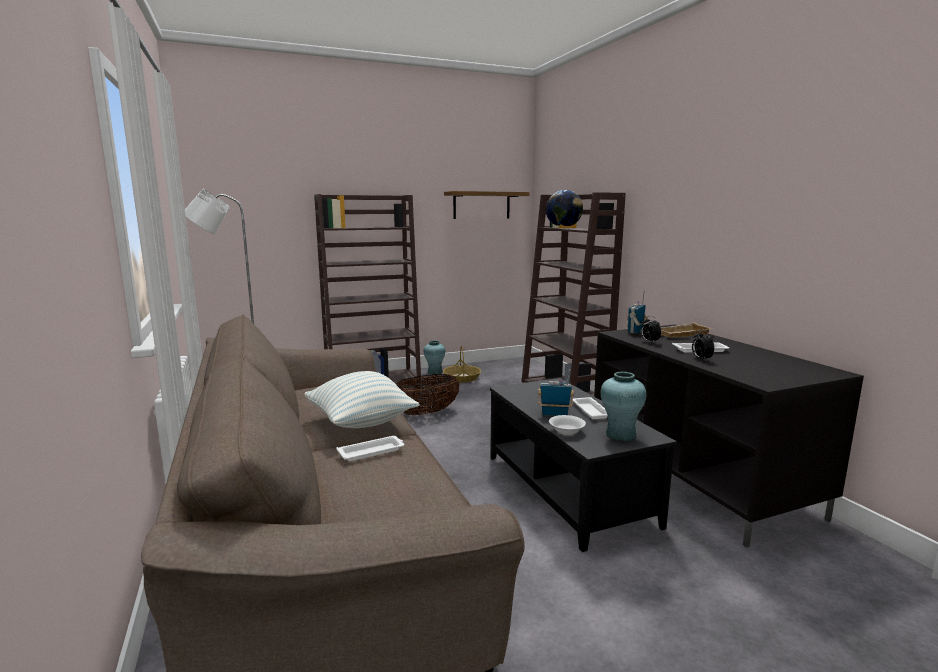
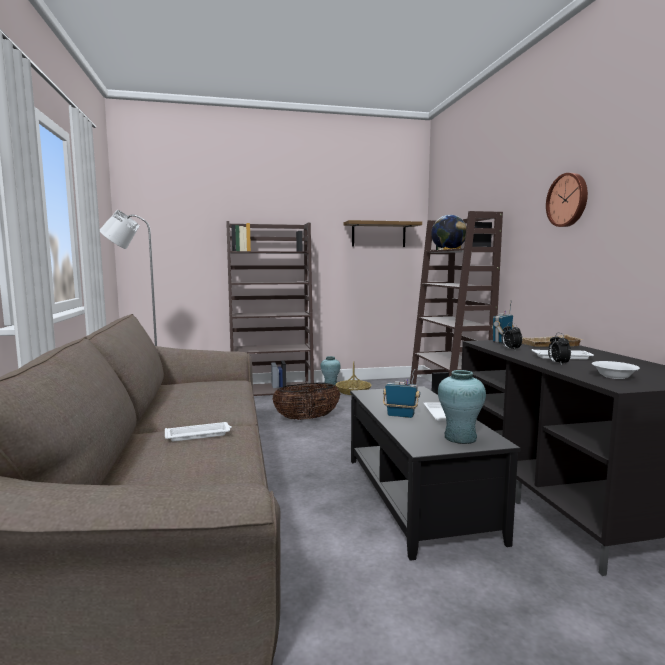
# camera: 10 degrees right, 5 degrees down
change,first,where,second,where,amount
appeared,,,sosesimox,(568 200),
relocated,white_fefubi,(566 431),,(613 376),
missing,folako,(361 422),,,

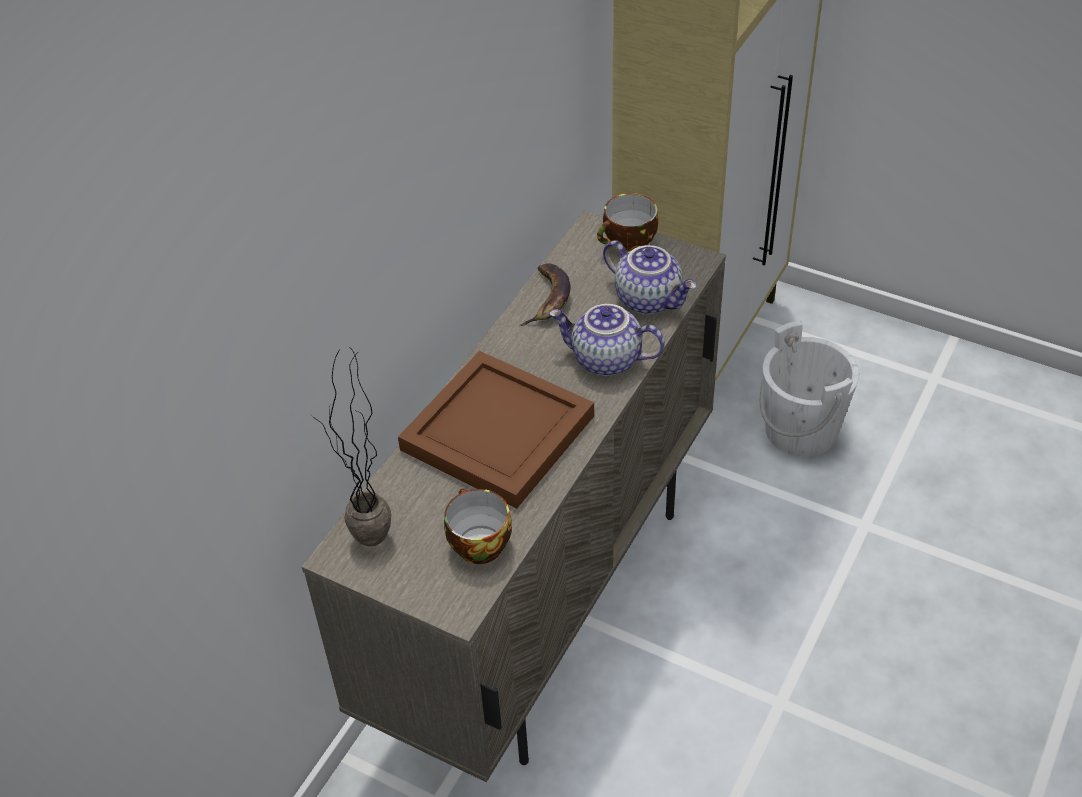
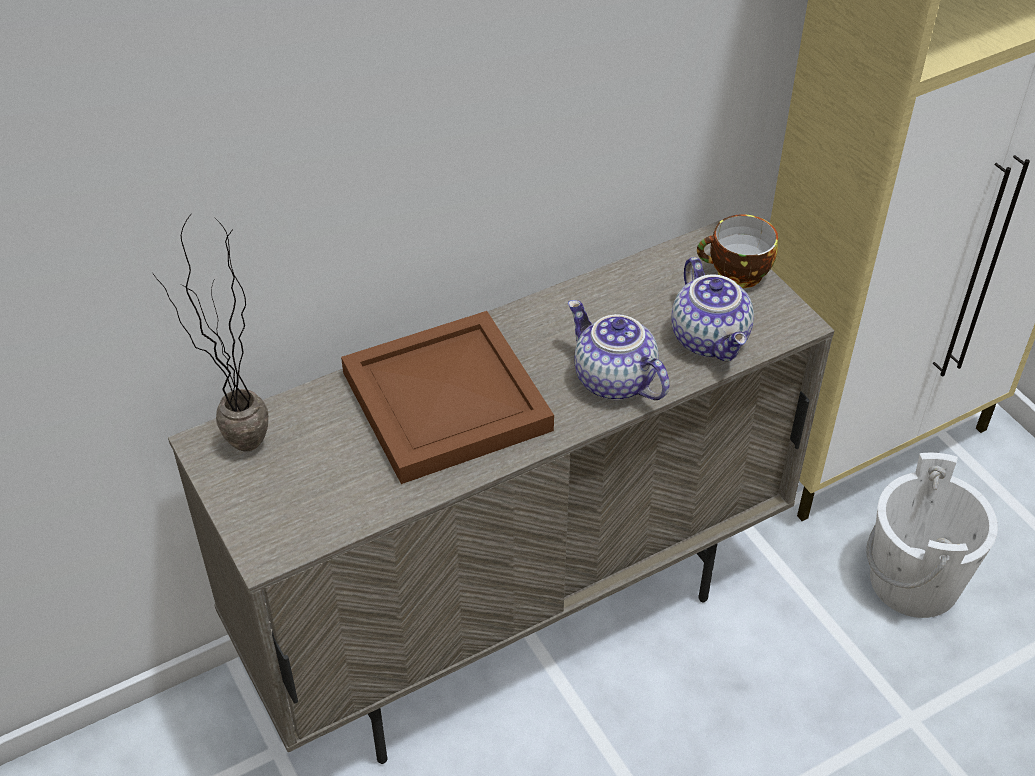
# camera: 30 degrees right, 0 degrees up
change,first,where,second,where,amount
missing,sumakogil,(477 544),,,
missing,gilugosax,(548 299),,,

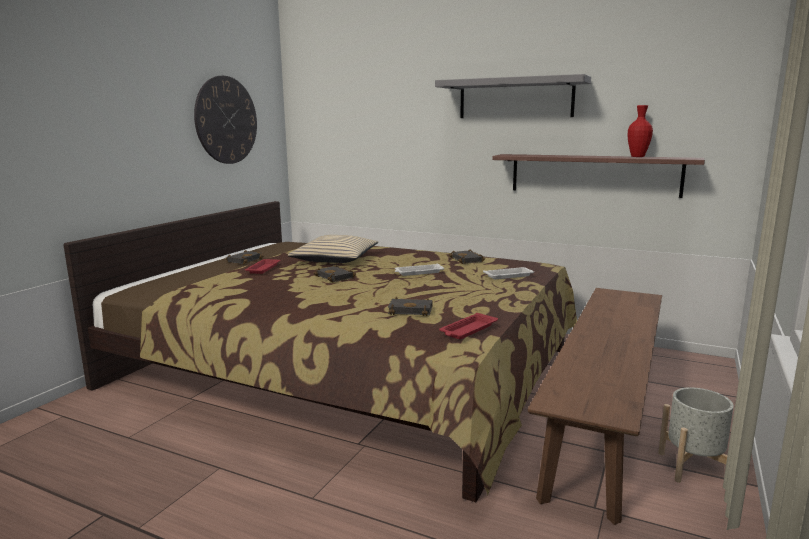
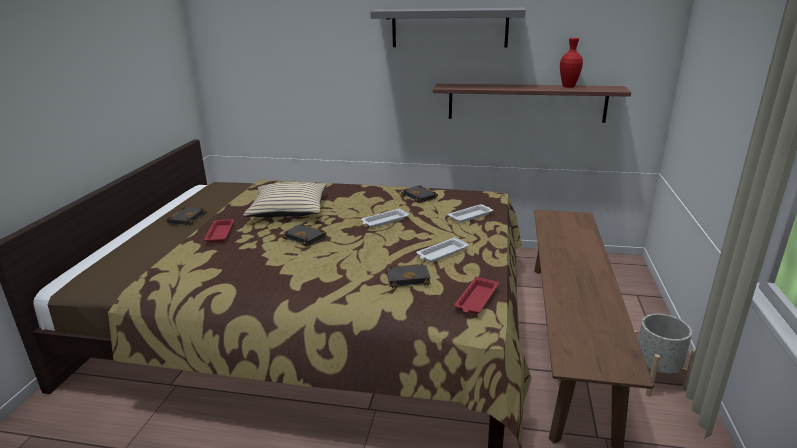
# camera: 15 degrees left, 10 degrees up
change,first,where,second,where,amount
appeared,,,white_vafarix,(441 253),
missing,sosesimox,(226 120),,,

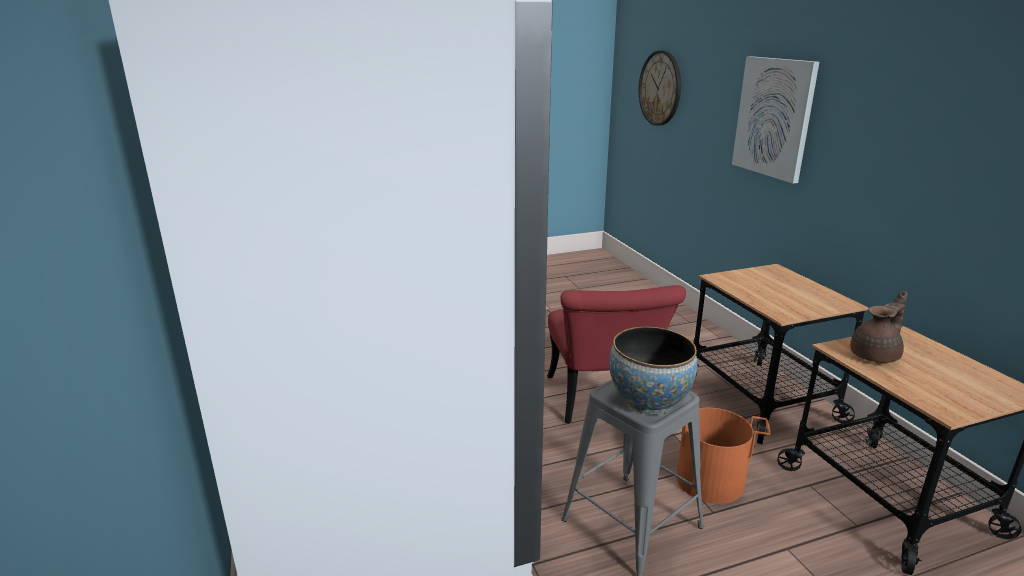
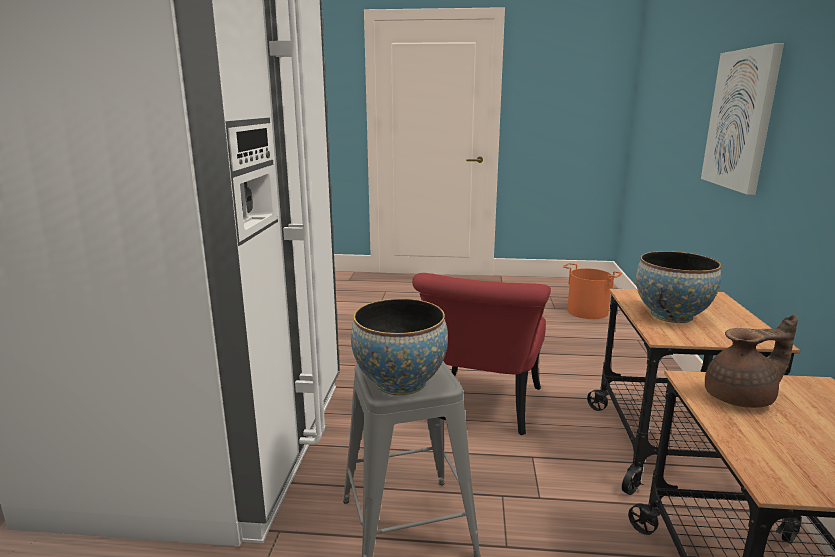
# camera: 25 degrees right, 5 degrees down
change,first,where,second,where,amount
relocated,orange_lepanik,(709 481),,(587 312),
appeared,,,fefubi,(671 315),
missing,sosesimox,(660 88),,,

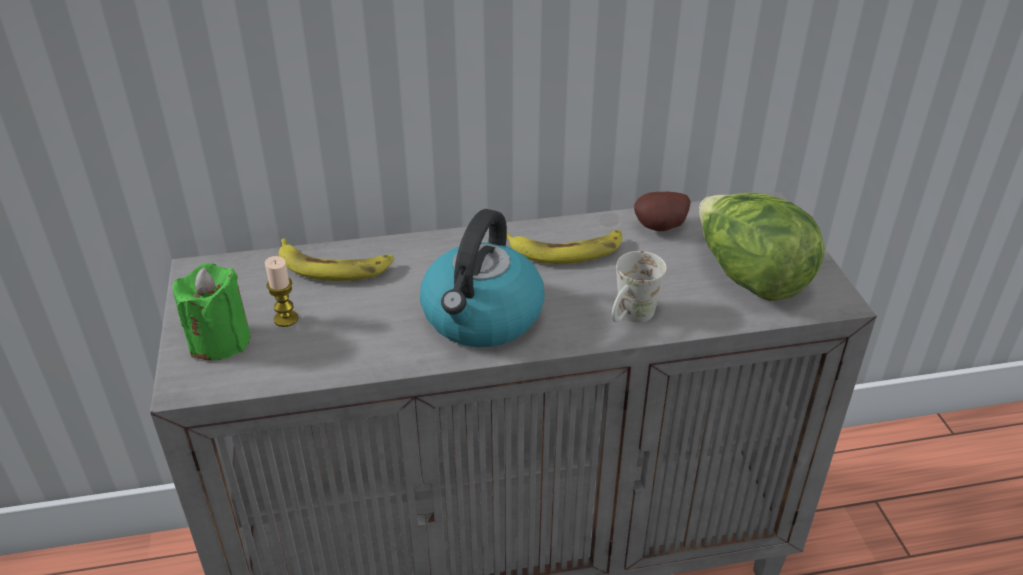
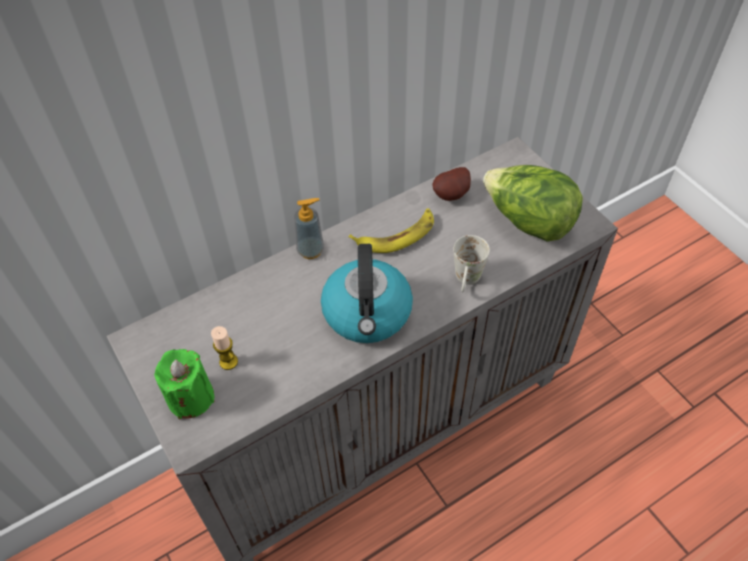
# camera: 20 degrees left, 15 degrees up
change,first,where,second,where,amount
appeared,,,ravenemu,(310 250),
missing,gilugosax,(334 266),,,

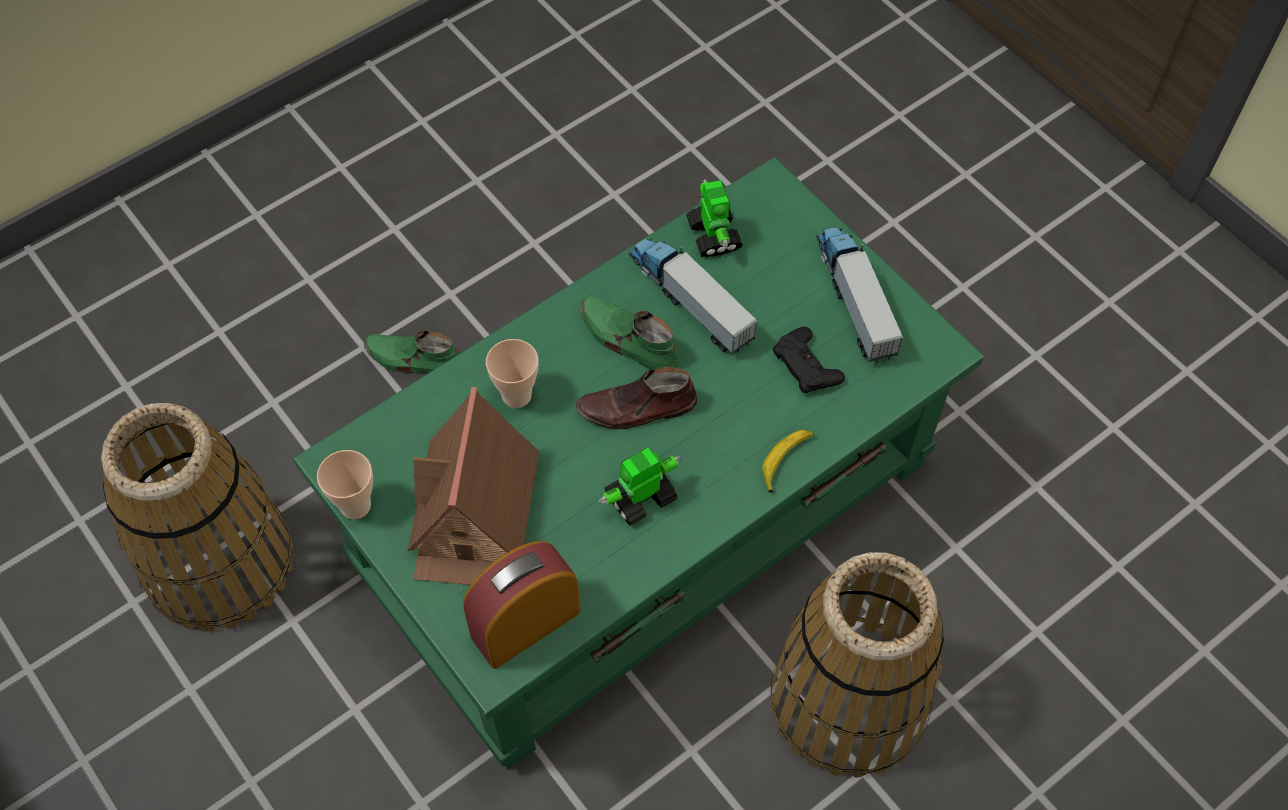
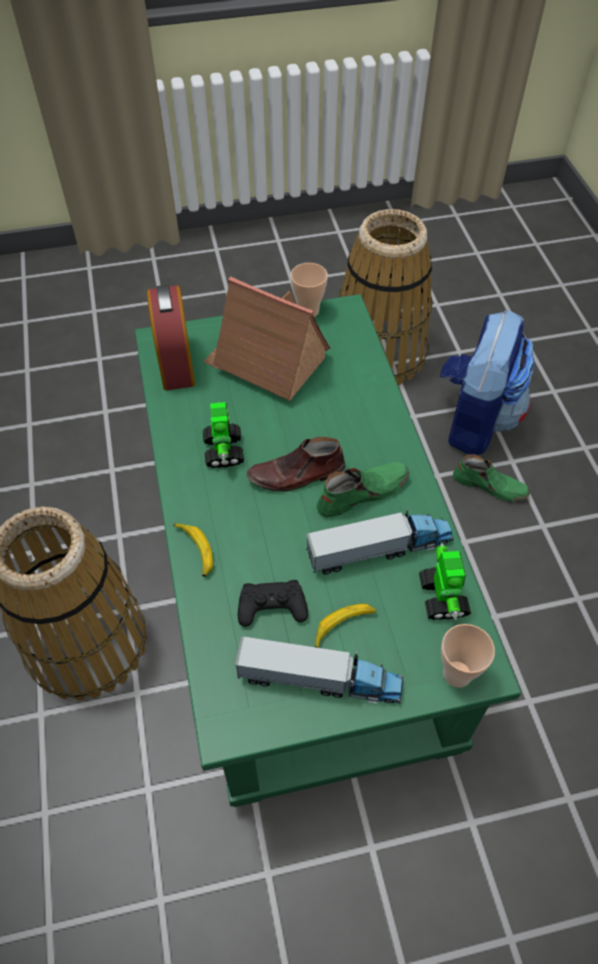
# camera: 115 degrees right, 5 degrees down
change,first,where,second,where,amount
spun,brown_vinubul,(637 409),,(296 475),120 degrees counterclockwise
appeared,,,gilugosax,(343 626),
spun,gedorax,(713 235),,(443 596),105 degrees counterclockwise
appeared,,,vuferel,(474 420),
relocated,sumakogil,(516 395),,(457 674),
spun,green_vinubul,(413 359),,(490 485),75 degrees clockwise

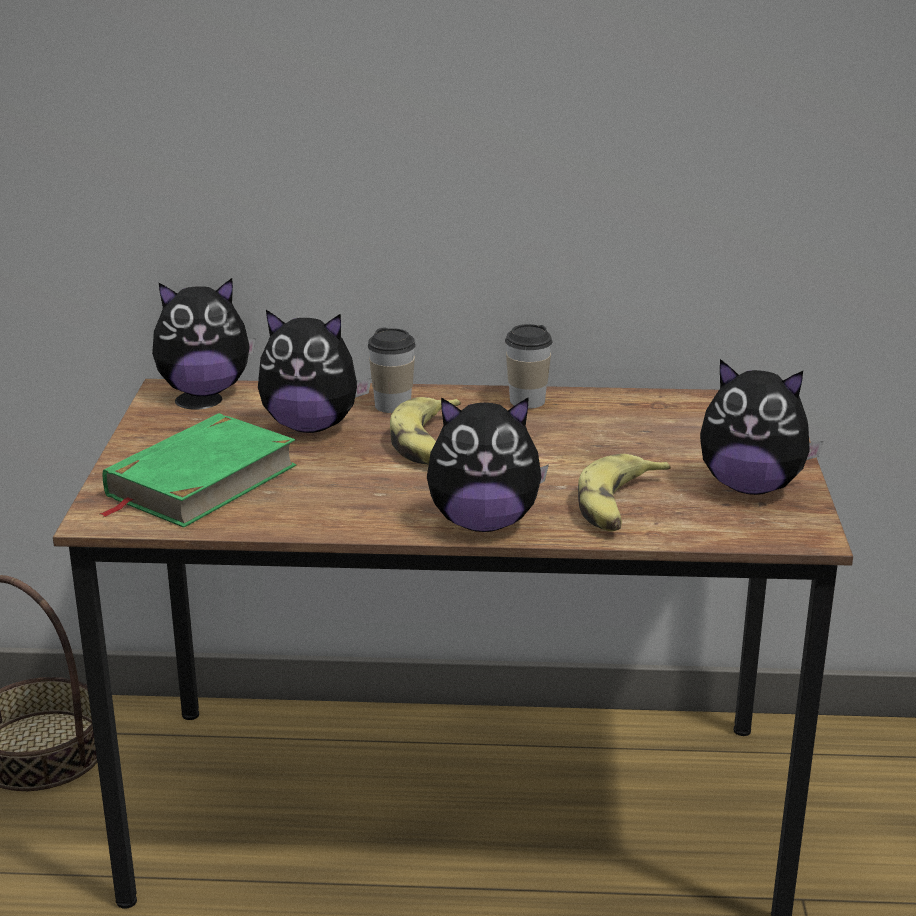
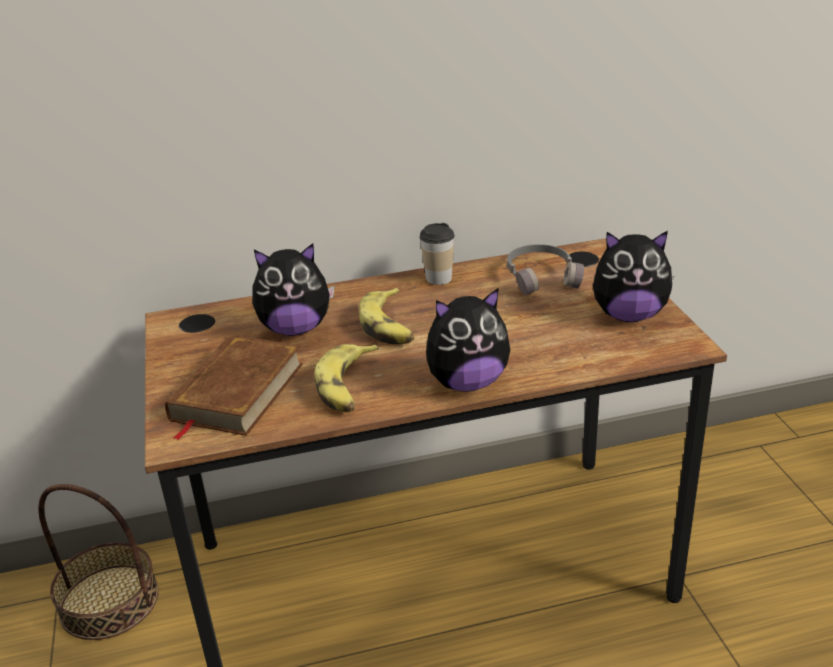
# camera: 15 degrees left, 5 degrees up
change,first,where,second,where,amount
colour,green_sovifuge,(200 480),brown_sovifuge,(237 392),
relocated,gilugosax,(619 506),,(347 387),
appeared,,,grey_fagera,(542 277),
missing,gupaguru,(204 390),,,
missing,sumakogil,(392 405),,,

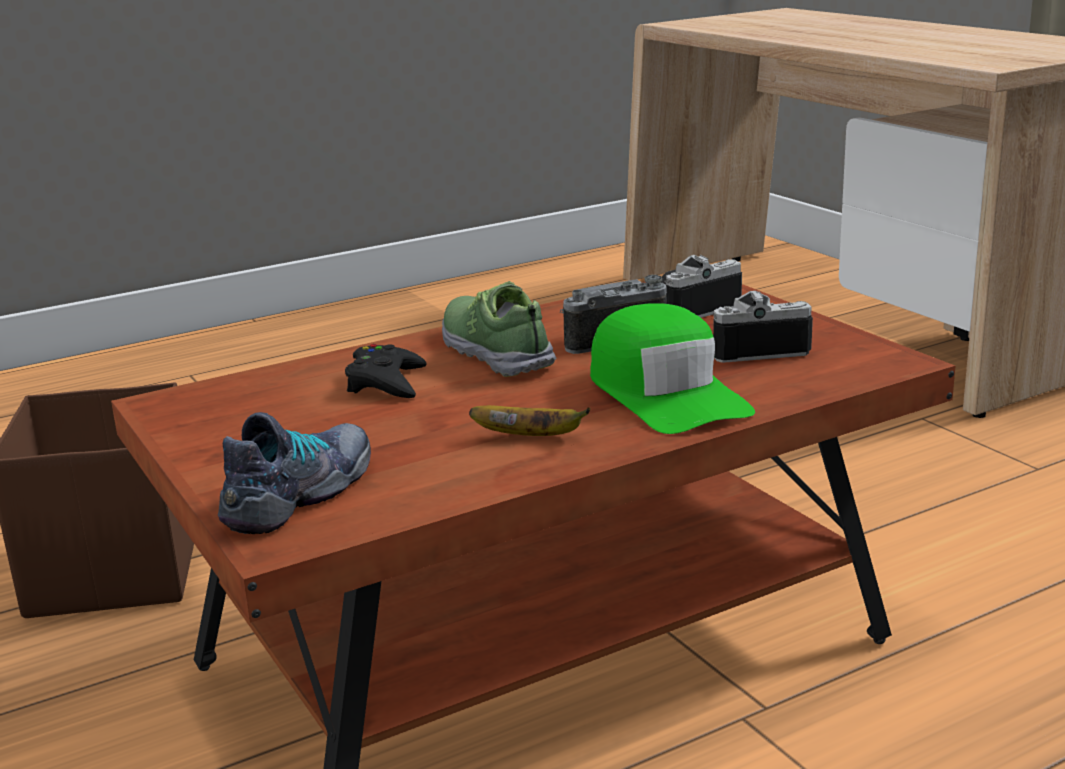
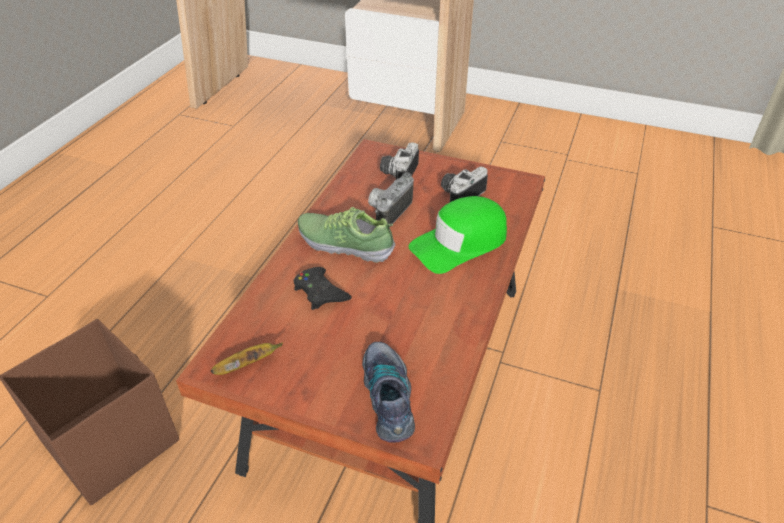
# camera: 40 degrees left, 20 degrees up
change,first,where,second,where,amount
relocated,gilugosax,(531 437),,(247 365),
spun,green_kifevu,(665 393),,(460 243),120 degrees clockwise

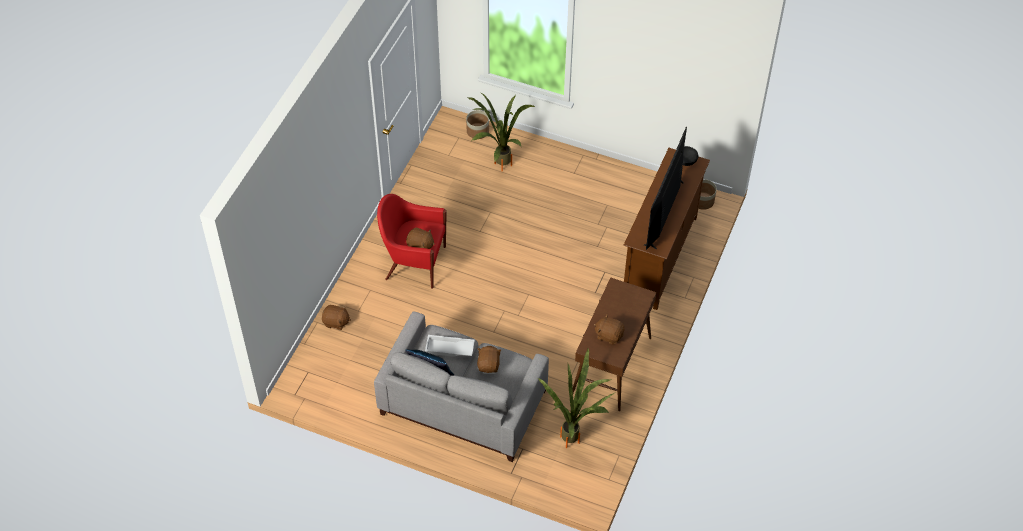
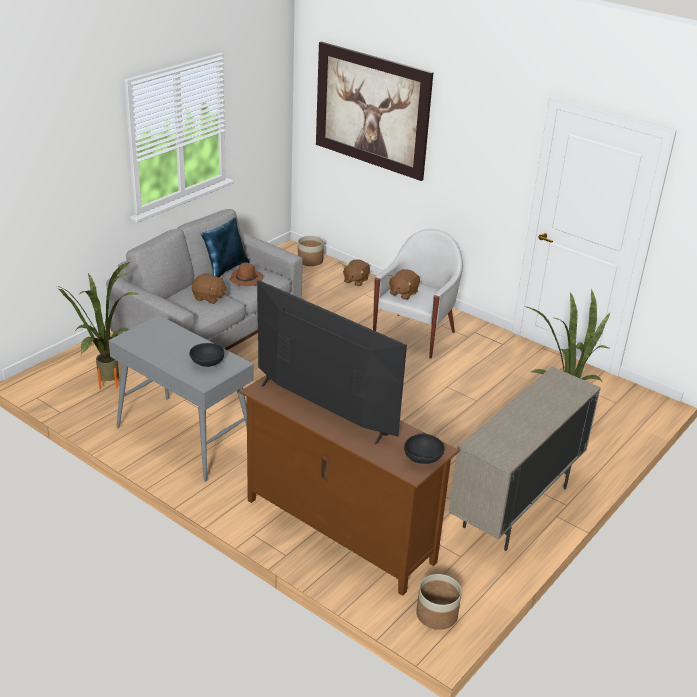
# camera: 105 degrees right, 20 degrees down
change,first,where,second,where,amount
colour,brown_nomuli,(611 366),grey_nomuli,(184 438),
appeared,,,black_fefubi,(207 363),
exchanged,white_vafarix,(449 349),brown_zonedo,(246 279),
relocated,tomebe,(477 131),,(310 261),
appeared,,,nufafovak,(372 110),
colour,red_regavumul,(414 262),white_regavumul,(415 335),
appeared,,,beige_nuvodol,(515 507),
missing,brown_gupaguru,(609 335),,,

